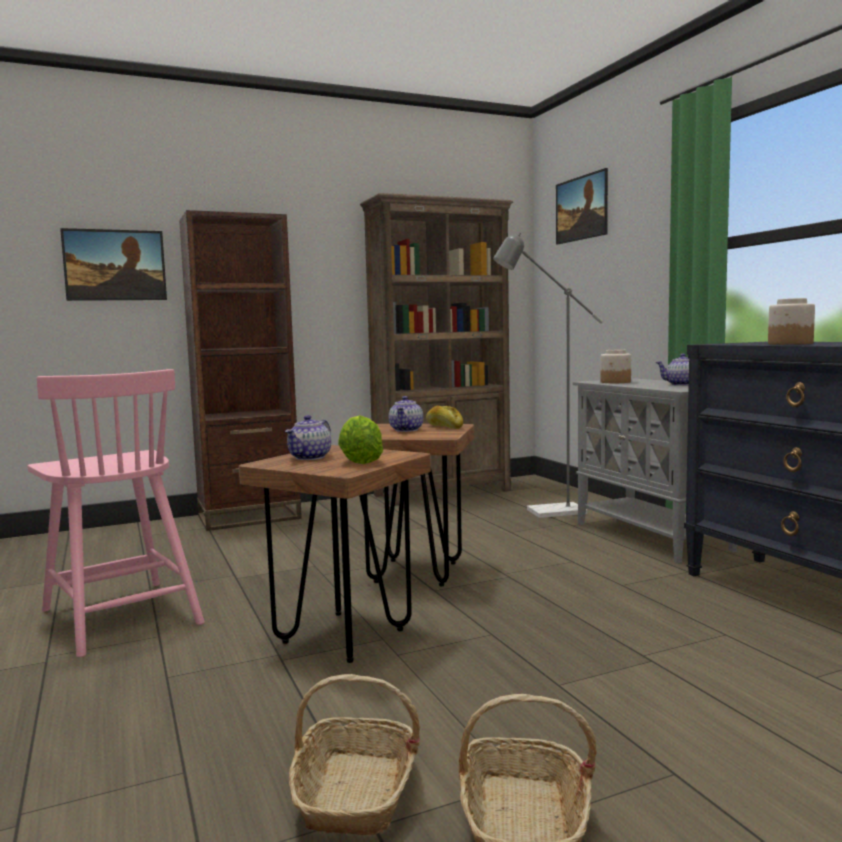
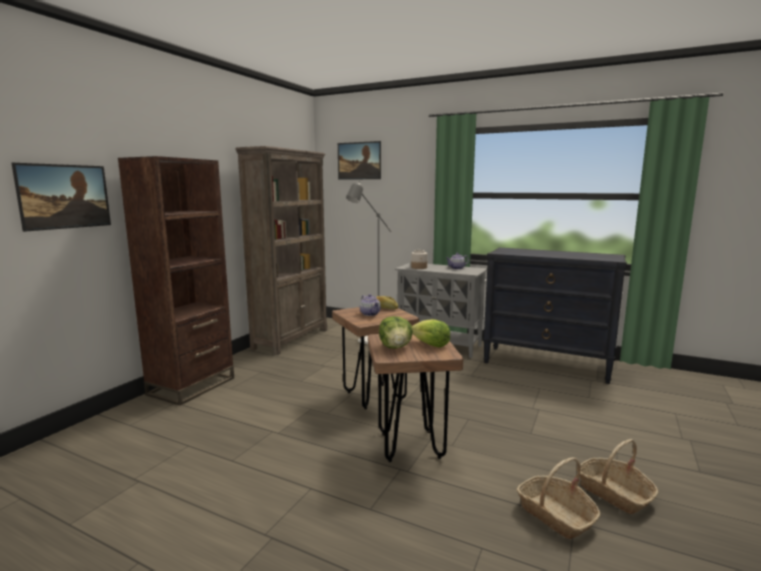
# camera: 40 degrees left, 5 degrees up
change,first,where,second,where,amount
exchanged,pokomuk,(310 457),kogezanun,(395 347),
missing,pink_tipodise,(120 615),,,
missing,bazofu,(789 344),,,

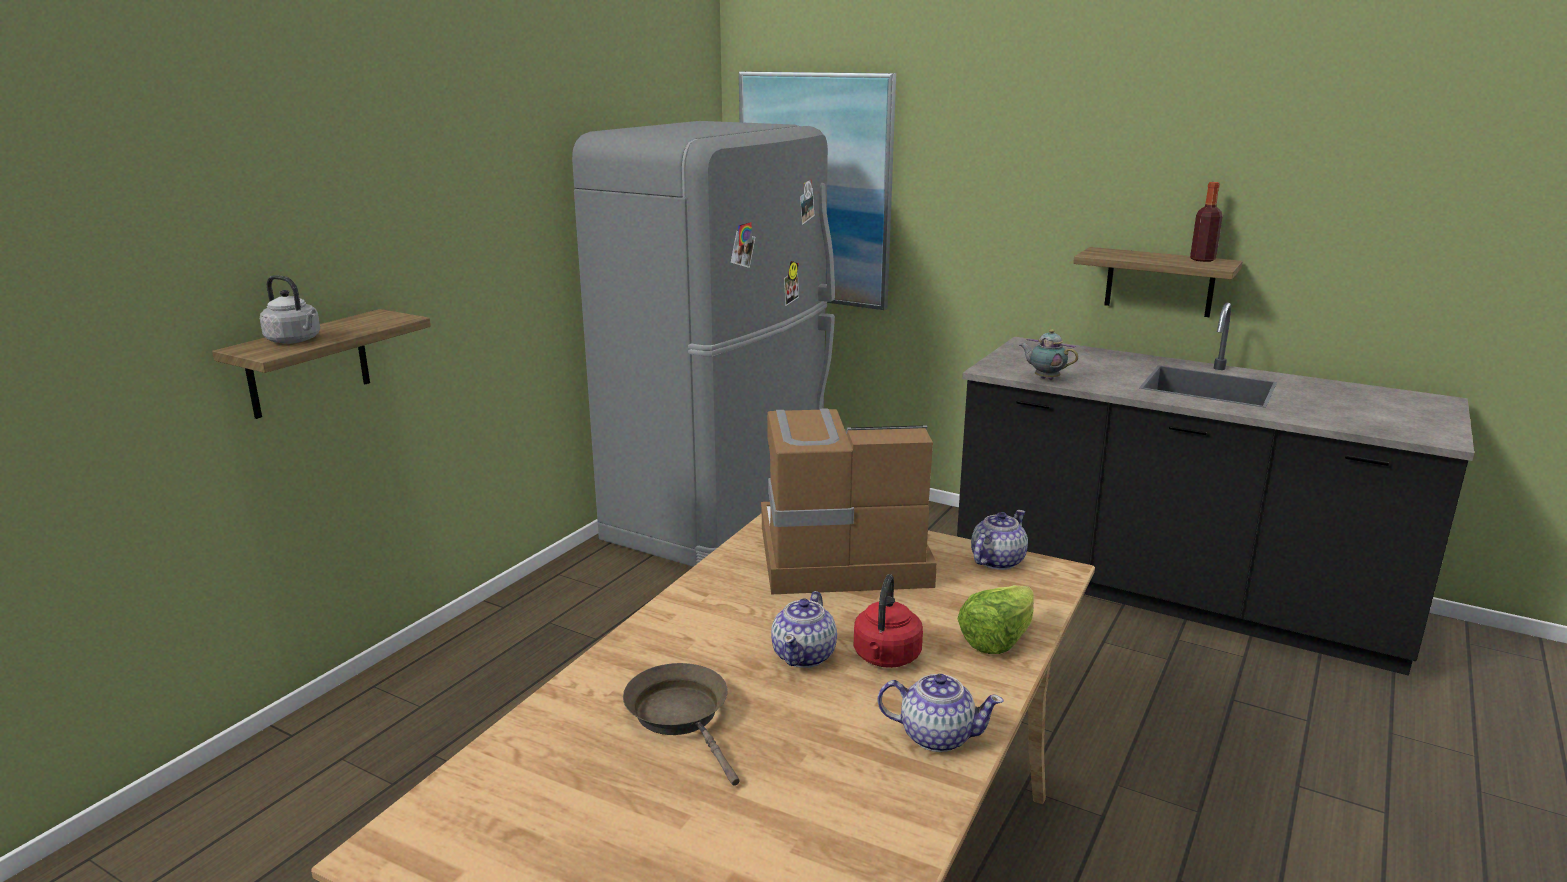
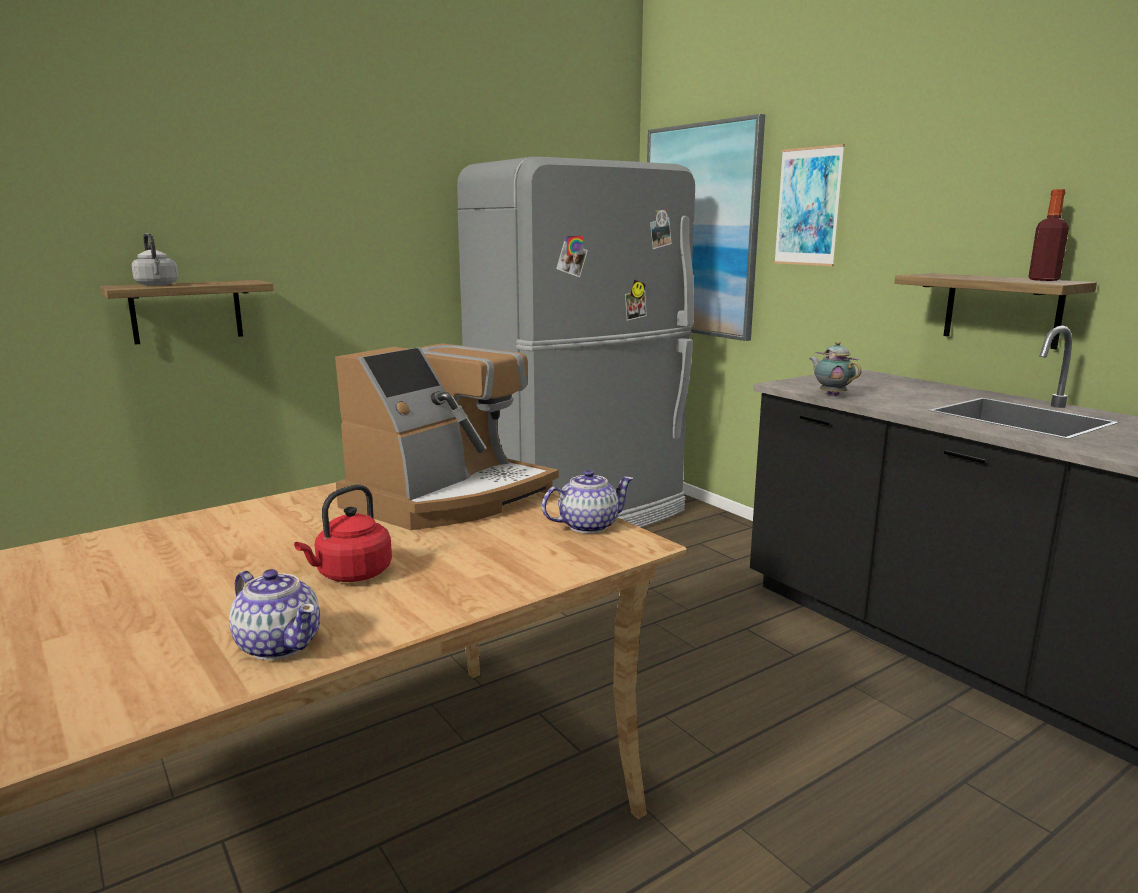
# camera: 25 degrees right, 5 degrees down
change,first,where,second,where,amount
spun,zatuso,(839 557),,(449 498),105 degrees clockwise
appeared,,,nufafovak,(808 207),
missing,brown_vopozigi,(681 717),,,
missing,pokomuk,(805 655),,,
missing,kogezanun,(997 640),,,

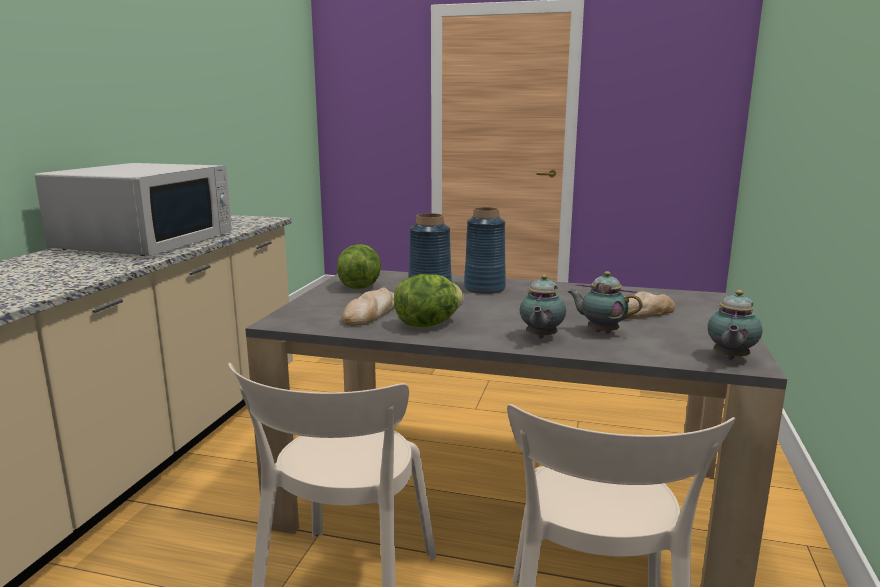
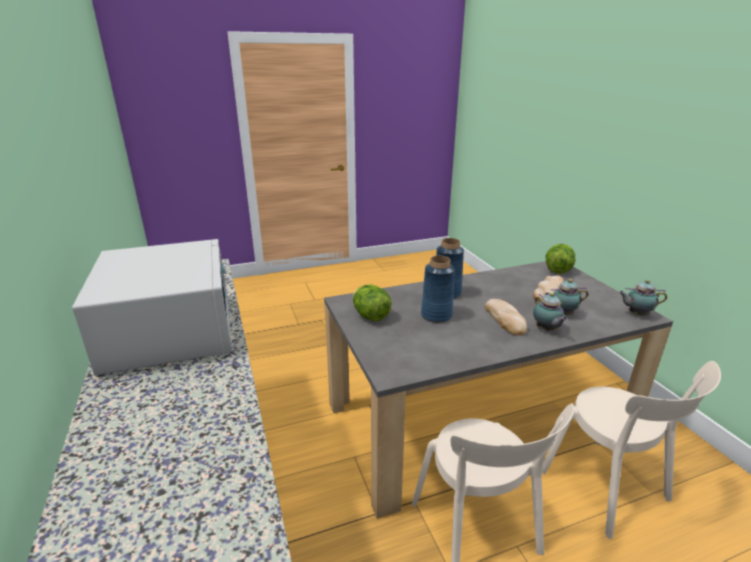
# camera: 35 degrees left, 10 degrees up
change,first,where,second,where,amount
relocated,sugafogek,(372 312),,(505 319),
relocated,kogezanun,(428 324),,(557 270),
spun,pokomuk,(729 358),,(636 314),105 degrees clockwise

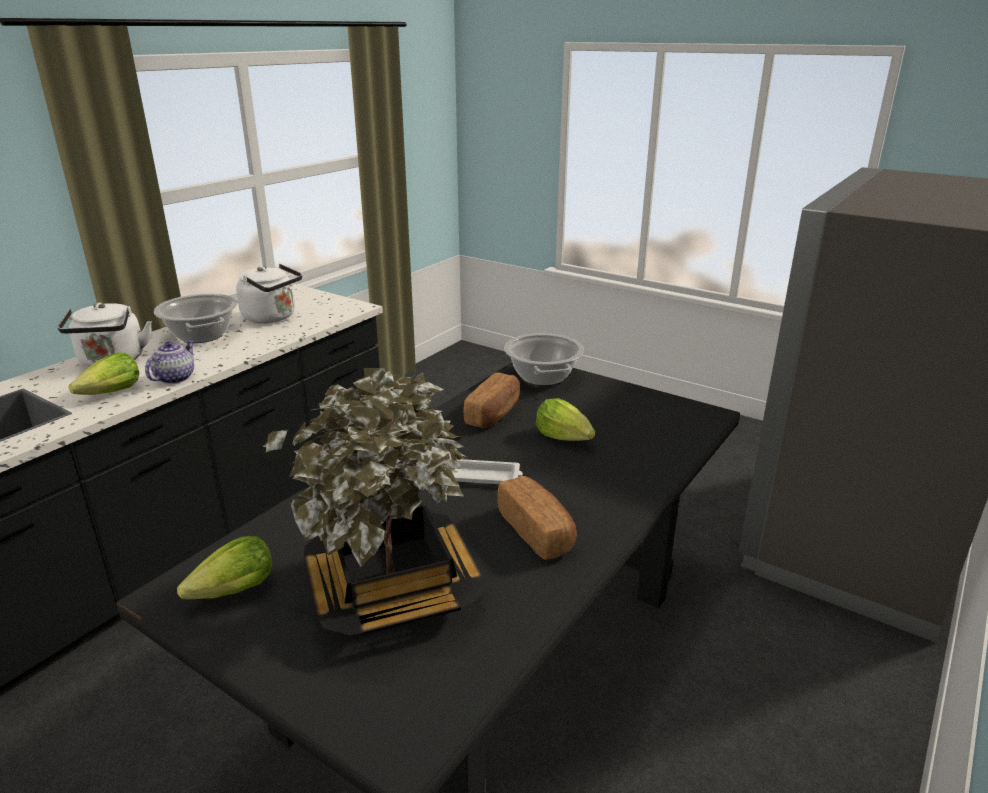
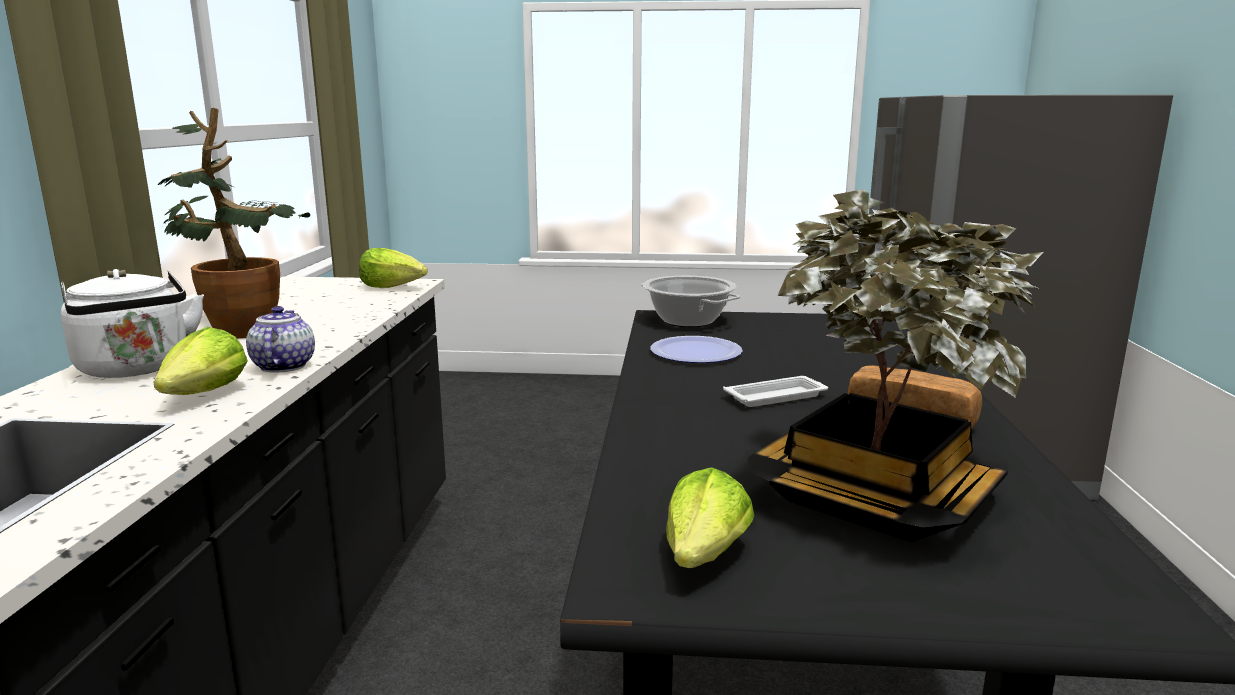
# camera: 30 degrees left, 10 degrees down
change,first,where,second,where,amount
exchanged,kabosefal,(202 335),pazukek,(239 328),
relocated,kogezanun,(564 437),,(393 287),
exchanged,sugafogek,(494 414),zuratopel,(695 352),
missing,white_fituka,(272 317),,,

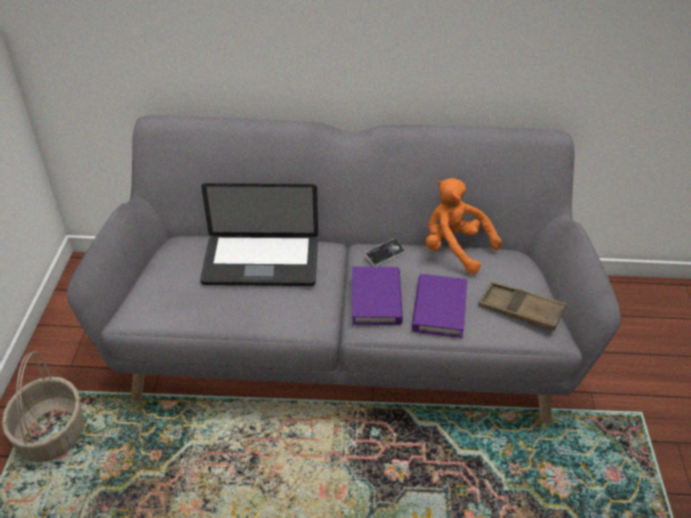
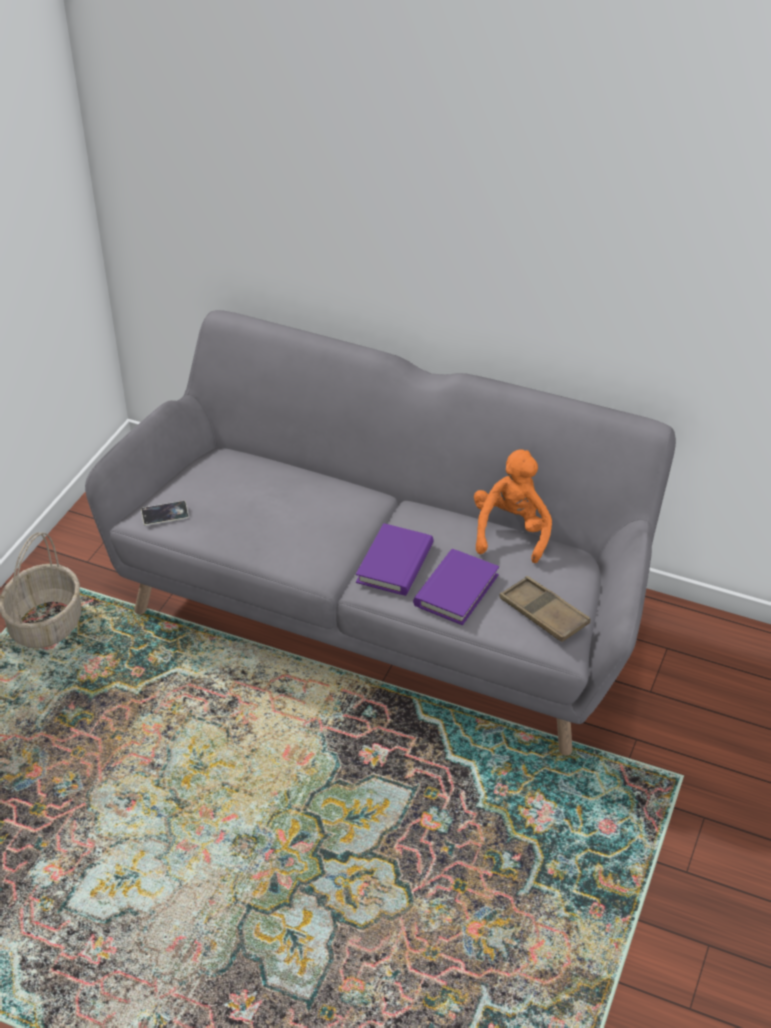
# camera: 20 degrees right, 0 degrees up
change,first,where,second,where,amount
relocated,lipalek,(384 254),,(165 515),
spun,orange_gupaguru,(454 249),,(511 532),45 degrees clockwise
missing,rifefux,(261 262),,,

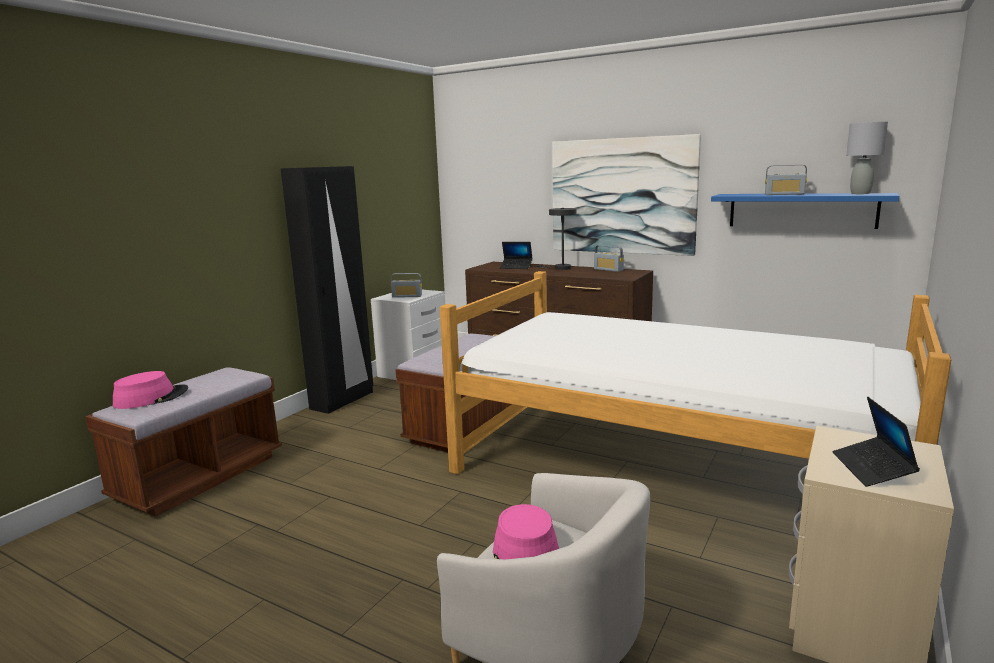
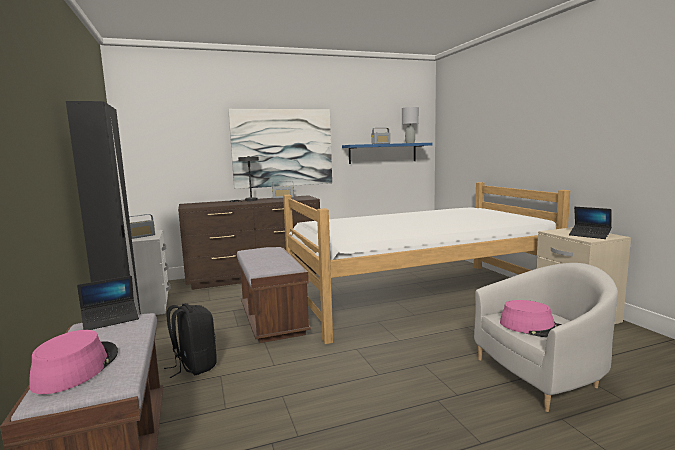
# camera: 50 degrees left, 5 degrees down
change,first,where,second,where,amount
relocated,rifefux,(516 267),,(111 320),
appeared,,,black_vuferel,(194 366),

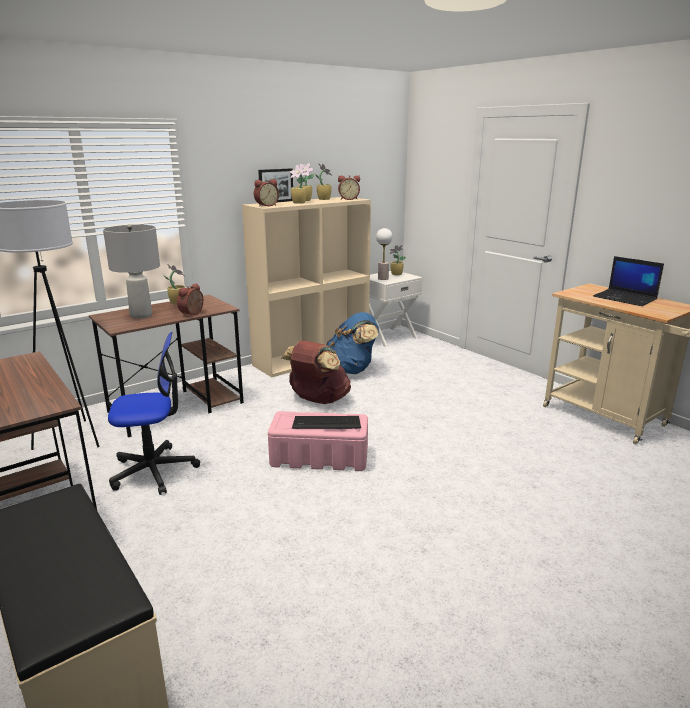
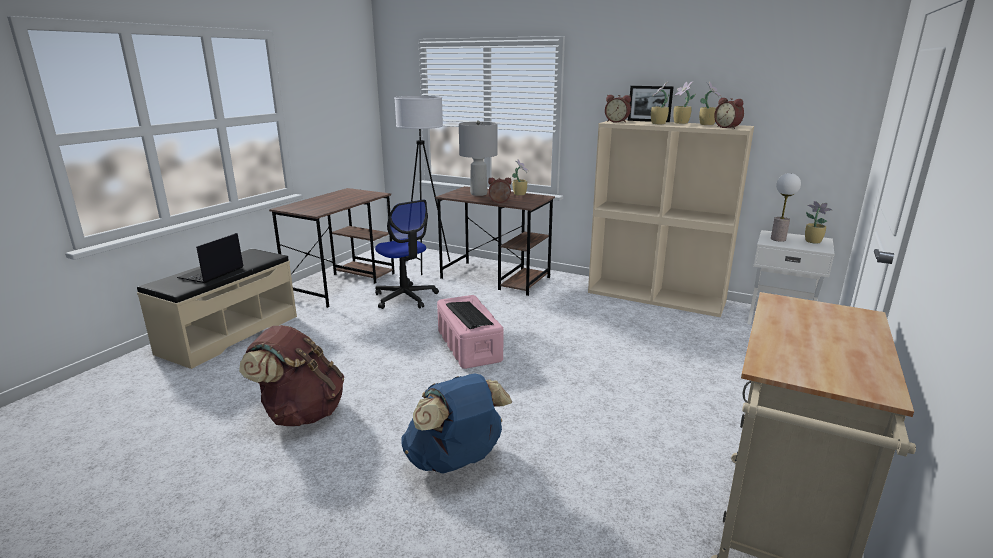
# camera: 65 degrees right, 0 degrees up
change,first,where,second,where,amount
relocated,rifefux,(625 298),,(211 273),
relocated,brown_vuferel,(318 400),,(301 413),
relocated,blue_vuferel,(352 370),,(455 462),

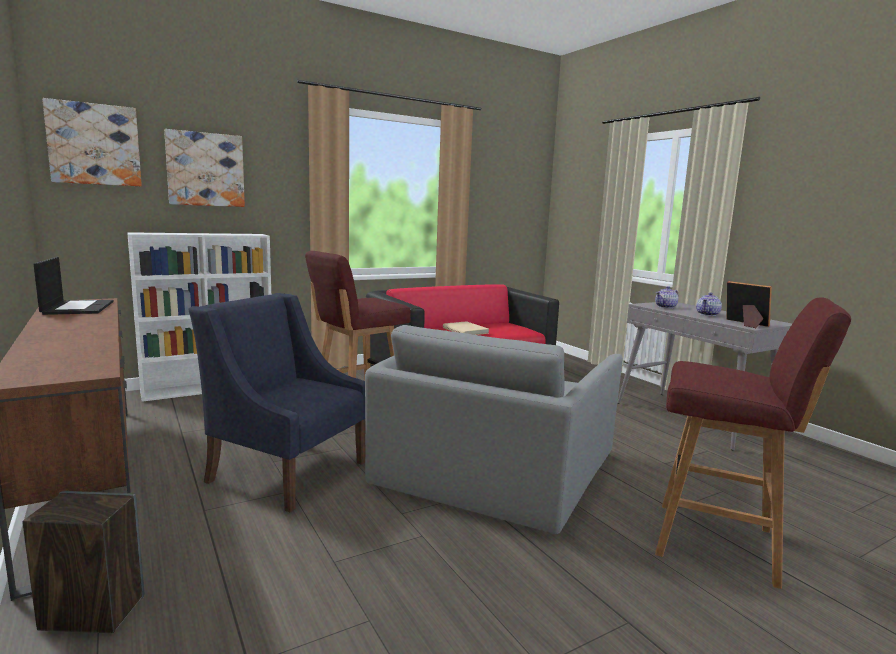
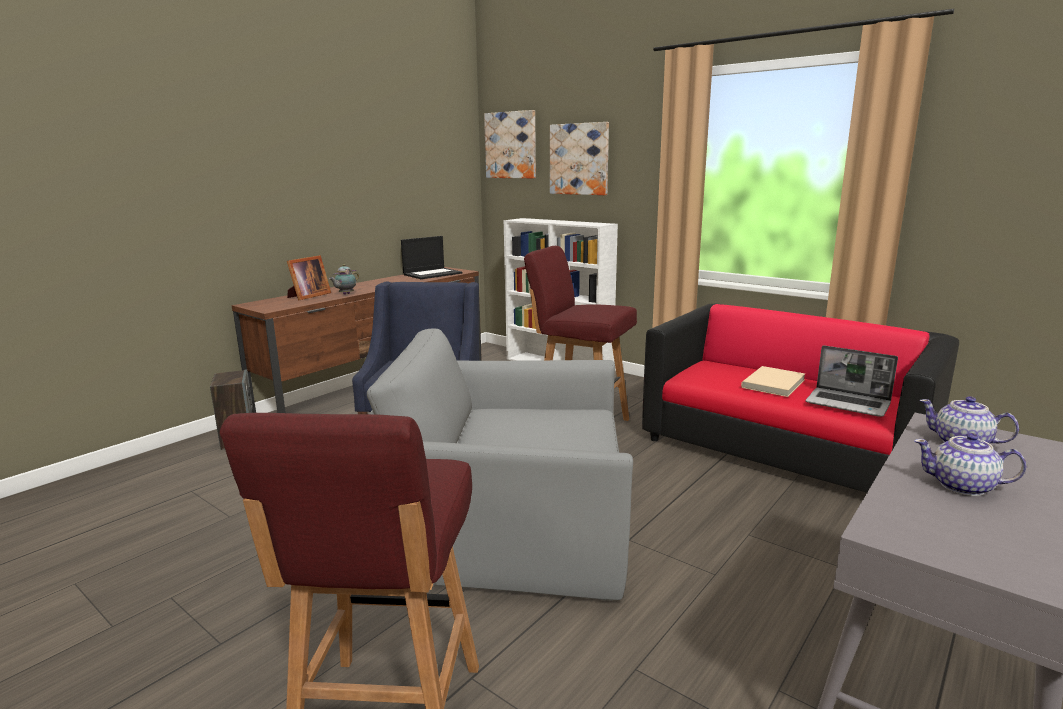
# camera: 70 degrees right, 5 degrees up
change,first,where,second,where,amount
relocated,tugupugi,(745 324),,(308 296),
appeared,,,pokomuk,(345 294),
appeared,,,rifefux,(849 404),

